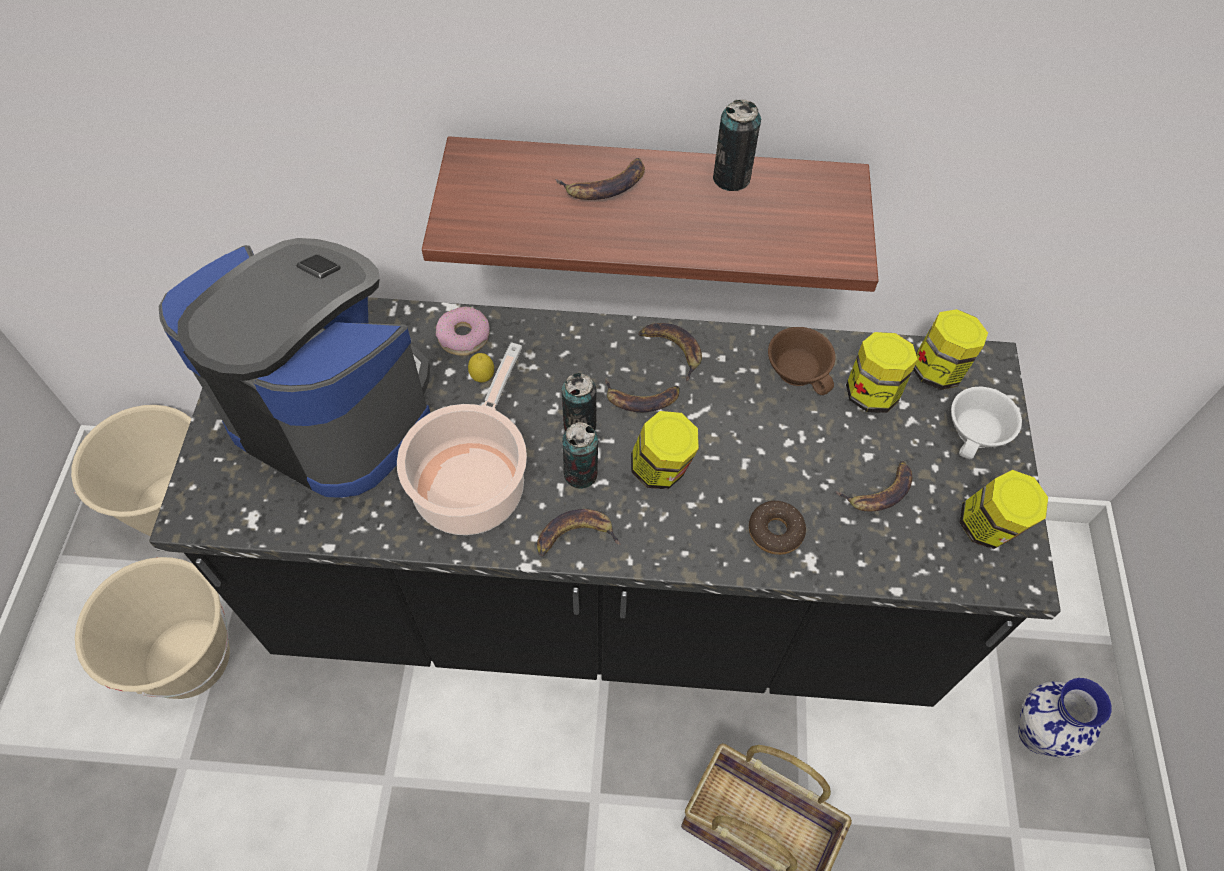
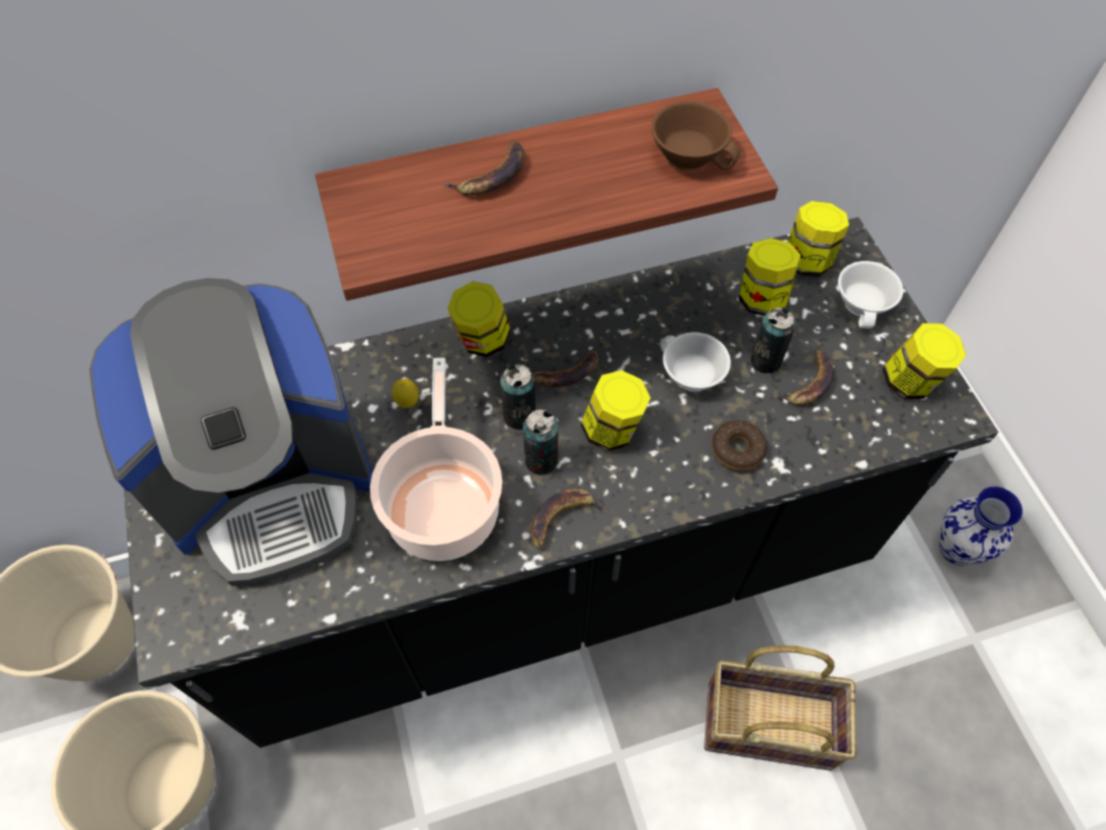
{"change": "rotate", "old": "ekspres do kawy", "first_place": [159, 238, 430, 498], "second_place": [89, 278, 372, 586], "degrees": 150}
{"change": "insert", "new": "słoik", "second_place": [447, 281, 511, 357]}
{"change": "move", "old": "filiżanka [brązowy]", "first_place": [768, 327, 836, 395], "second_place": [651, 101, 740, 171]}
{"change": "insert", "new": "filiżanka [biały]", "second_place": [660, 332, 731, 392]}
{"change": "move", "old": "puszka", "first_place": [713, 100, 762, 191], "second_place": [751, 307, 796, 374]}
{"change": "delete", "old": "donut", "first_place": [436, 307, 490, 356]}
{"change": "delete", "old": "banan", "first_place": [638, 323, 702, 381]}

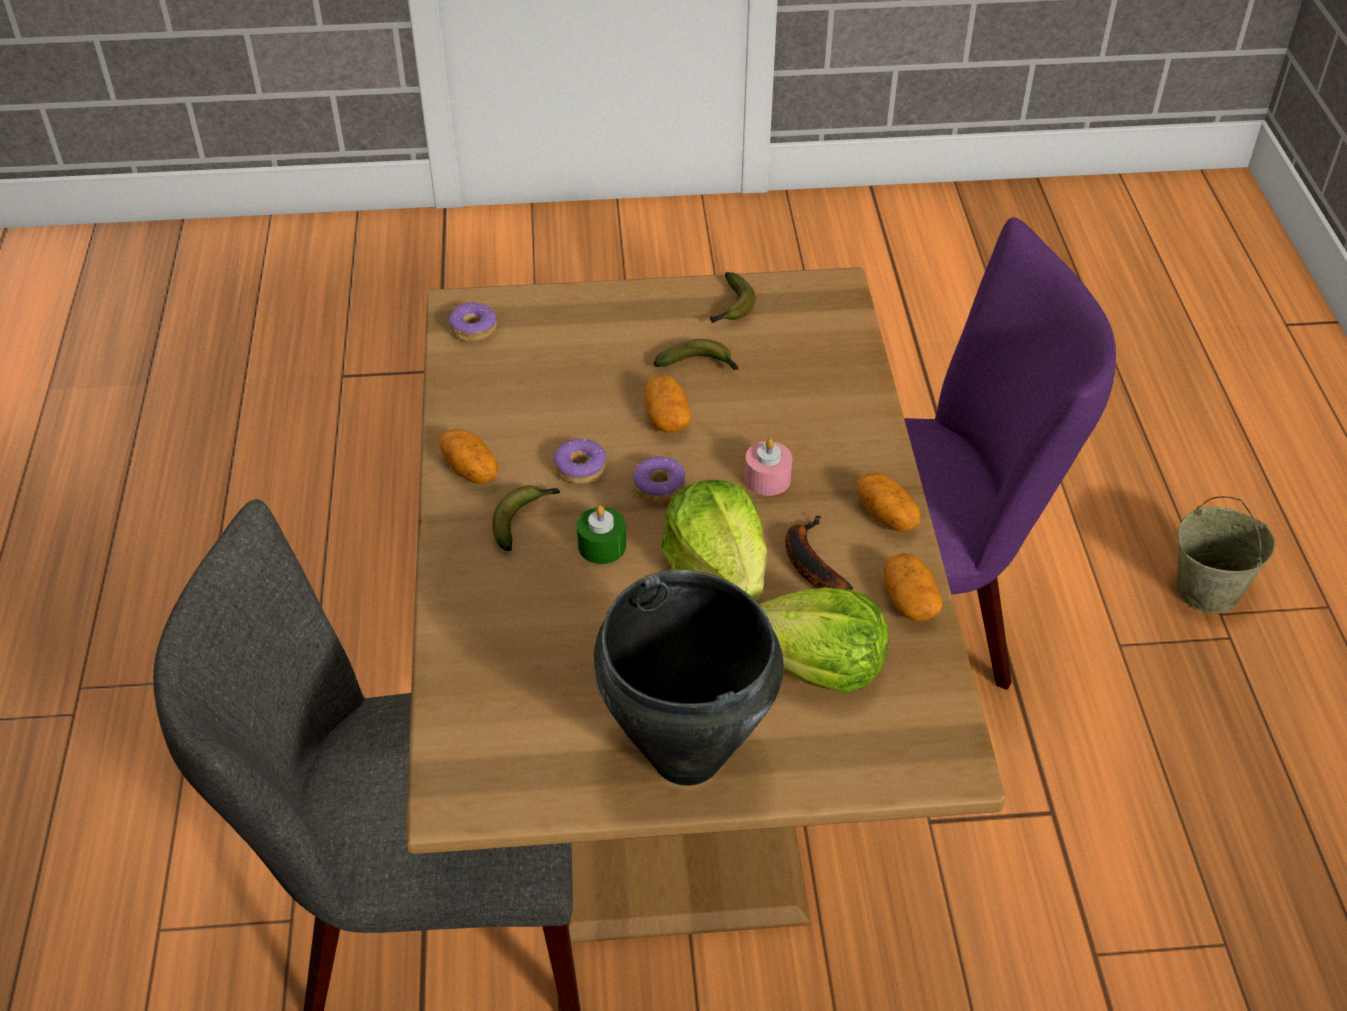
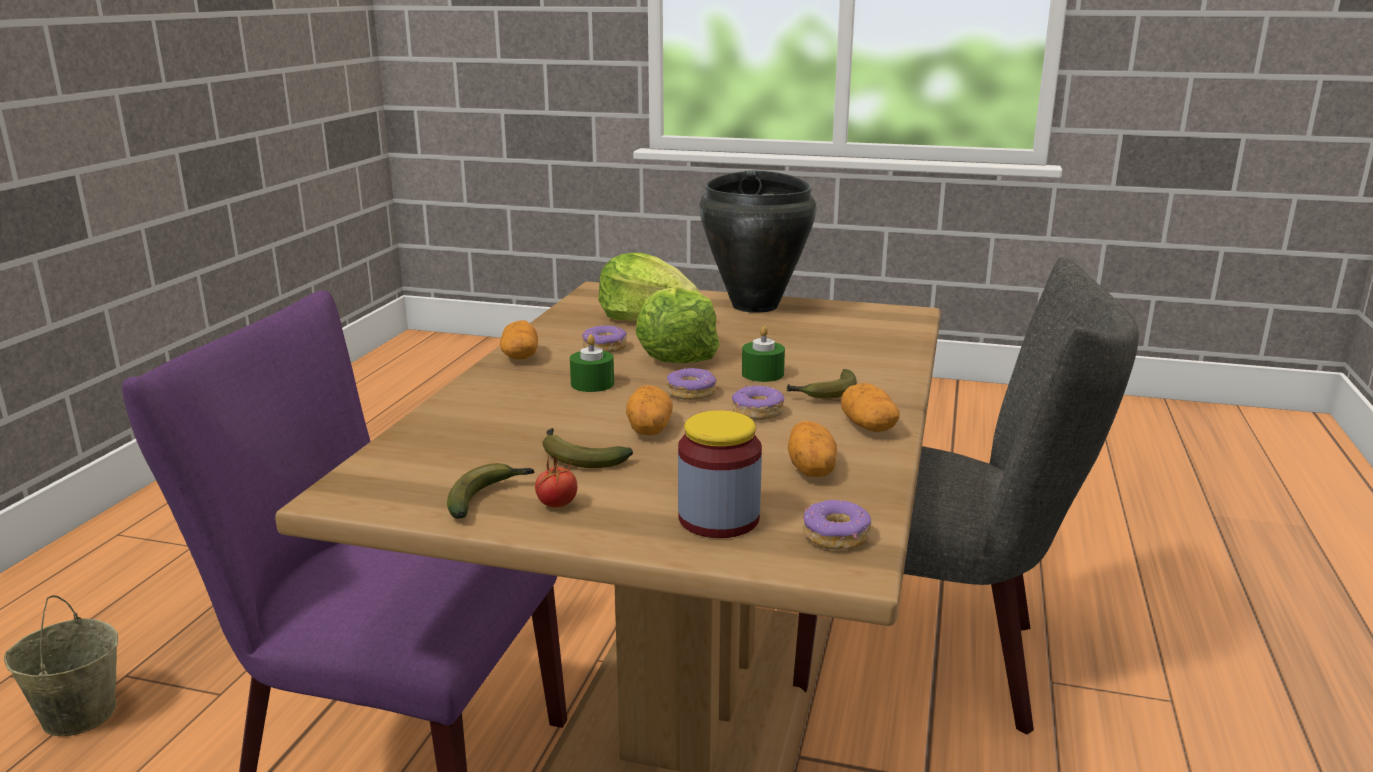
{"change": "insert", "new": "pomidor", "second_place": [535, 454, 577, 507]}
{"change": "recolor", "old": "świeca [różowy]", "new": "świeca [zielony]", "first_place": [745, 438, 792, 496], "second_place": [570, 334, 614, 392]}
{"change": "replace", "old": "banan", "new": "donut", "first_place": [785, 515, 853, 590], "second_place": [582, 325, 627, 352]}
{"change": "insert", "new": "słoik", "second_place": [678, 410, 762, 538]}
{"change": "move", "old": "ziemniak", "first_place": [884, 553, 942, 622], "second_place": [788, 421, 837, 477]}

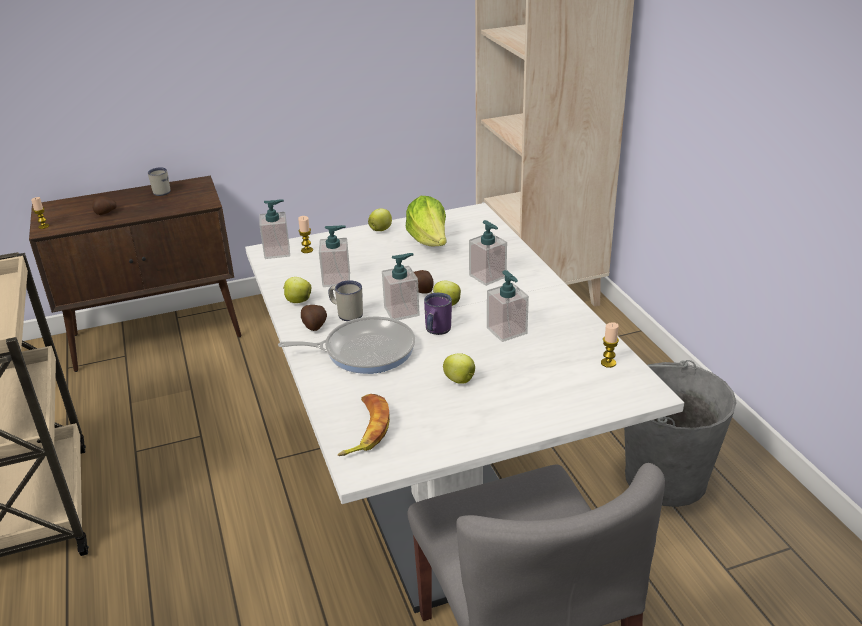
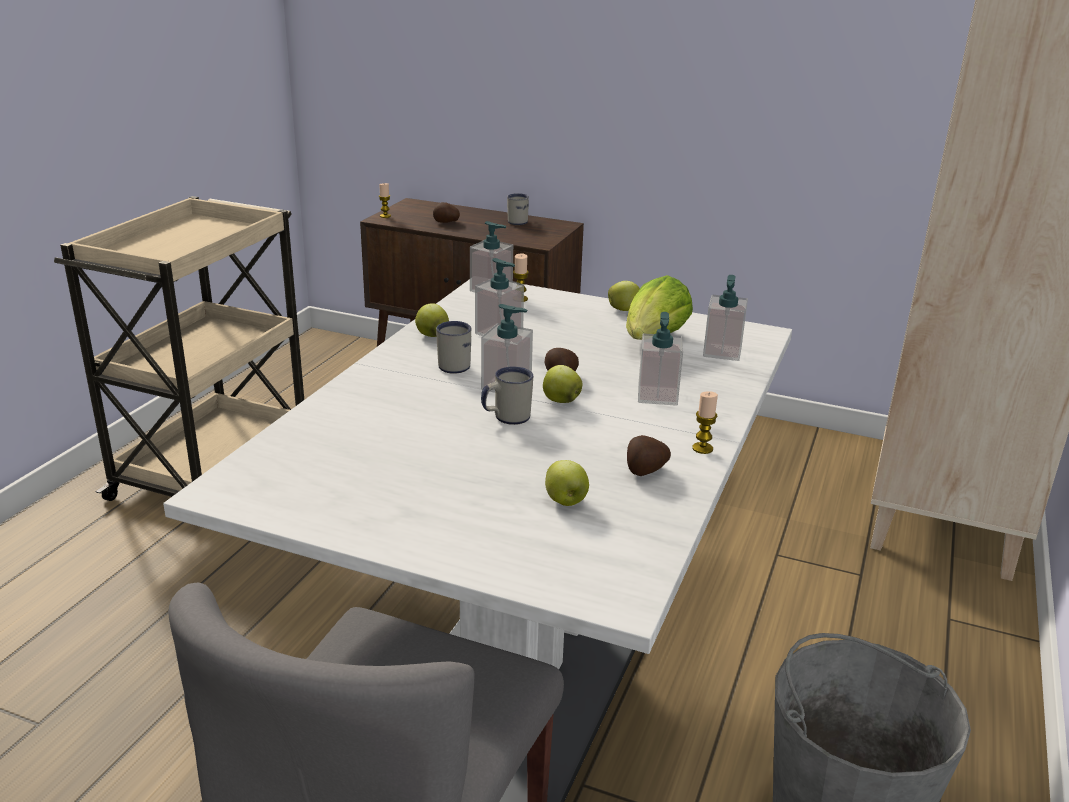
{"change": "recolor", "old": "kubek [fioletowy]", "new": "kubek [biały]", "first_place": [424, 293, 452, 335], "second_place": [481, 366, 533, 425]}
{"change": "move", "old": "jabłko", "first_place": [443, 353, 475, 384], "second_place": [545, 460, 589, 506]}
{"change": "move", "old": "ziemniak", "first_place": [301, 305, 327, 331], "second_place": [627, 435, 671, 476]}
{"change": "move", "old": "świeca", "first_place": [601, 322, 619, 368], "second_place": [692, 391, 718, 454]}
{"change": "move", "old": "dozownik mydła", "first_place": [487, 270, 529, 342], "second_place": [703, 275, 748, 361]}
{"change": "delete", "old": "patelnia", "first_place": [278, 316, 415, 374]}
{"change": "delete", "old": "banan", "first_place": [338, 394, 390, 456]}

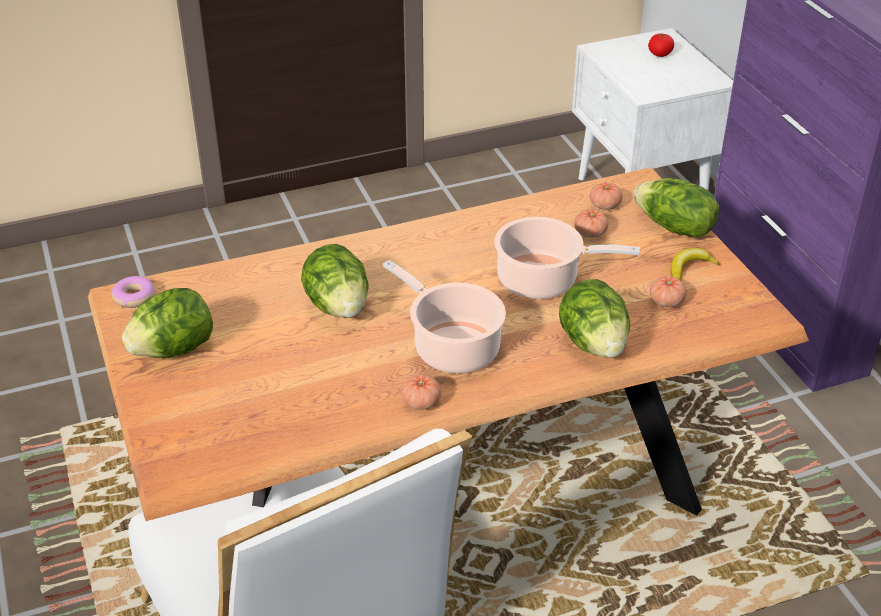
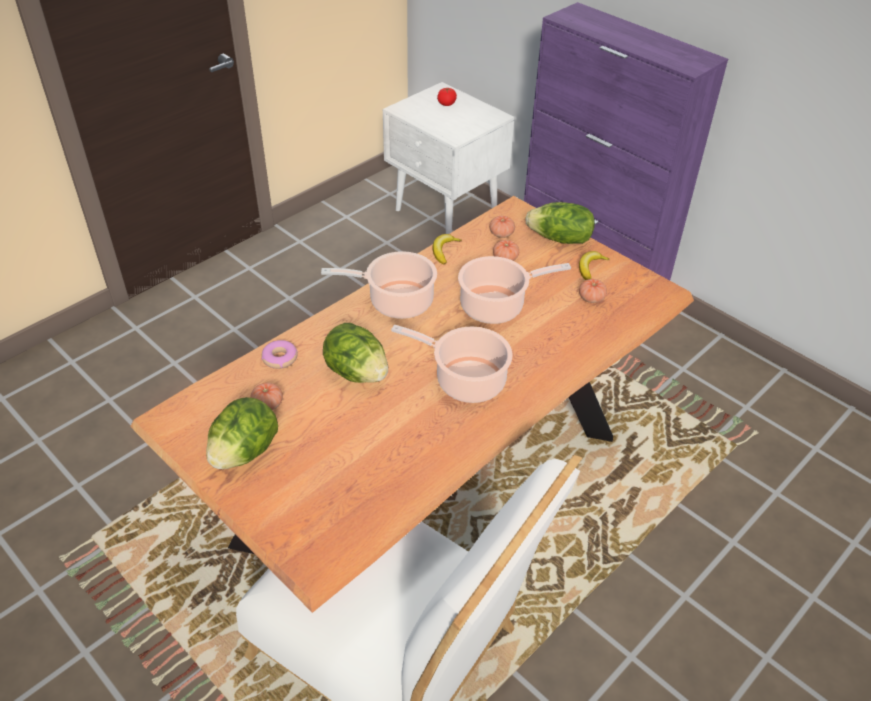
{"change": "move", "old": "pomidor", "first_place": [401, 374, 441, 410], "second_place": [250, 383, 283, 410]}
{"change": "move", "old": "donut", "first_place": [112, 276, 155, 308], "second_place": [262, 340, 298, 369]}
{"change": "insert", "new": "garnek", "second_place": [321, 251, 437, 319]}
{"change": "insert", "new": "banan", "second_place": [432, 234, 462, 265]}
{"change": "delete", "old": "sałata", "first_place": [559, 279, 630, 358]}

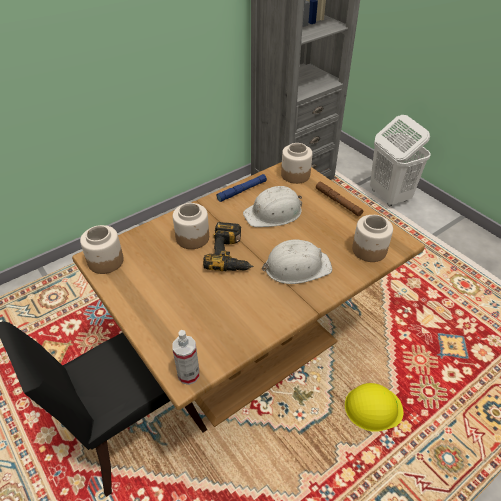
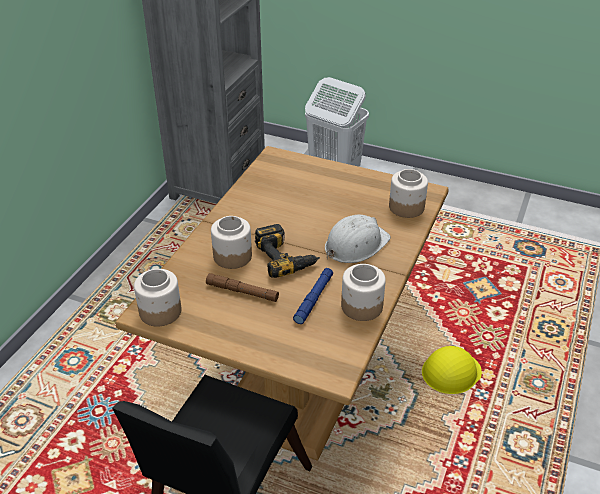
{"change": "move", "old": "latarka [brązowy]", "first_place": [316, 181, 363, 217], "second_place": [206, 273, 279, 302]}
{"change": "move", "old": "latarka [niebieski]", "first_place": [217, 174, 267, 202], "second_place": [293, 268, 333, 324]}
{"change": "move", "old": "słoik", "first_place": [281, 143, 313, 184], "second_place": [341, 264, 386, 321]}
{"change": "delete", "old": "spryskiwacz", "first_place": [172, 330, 199, 385]}
{"change": "delete", "old": "kask [biały]", "first_place": [243, 186, 302, 227]}

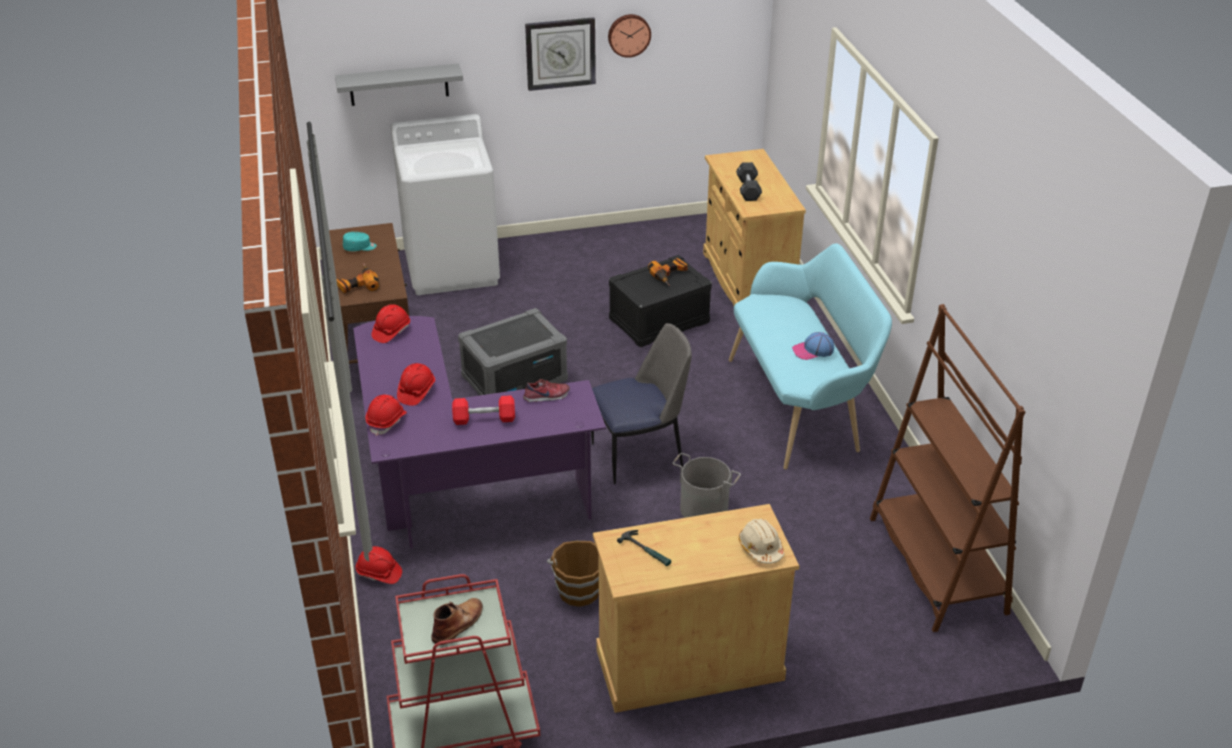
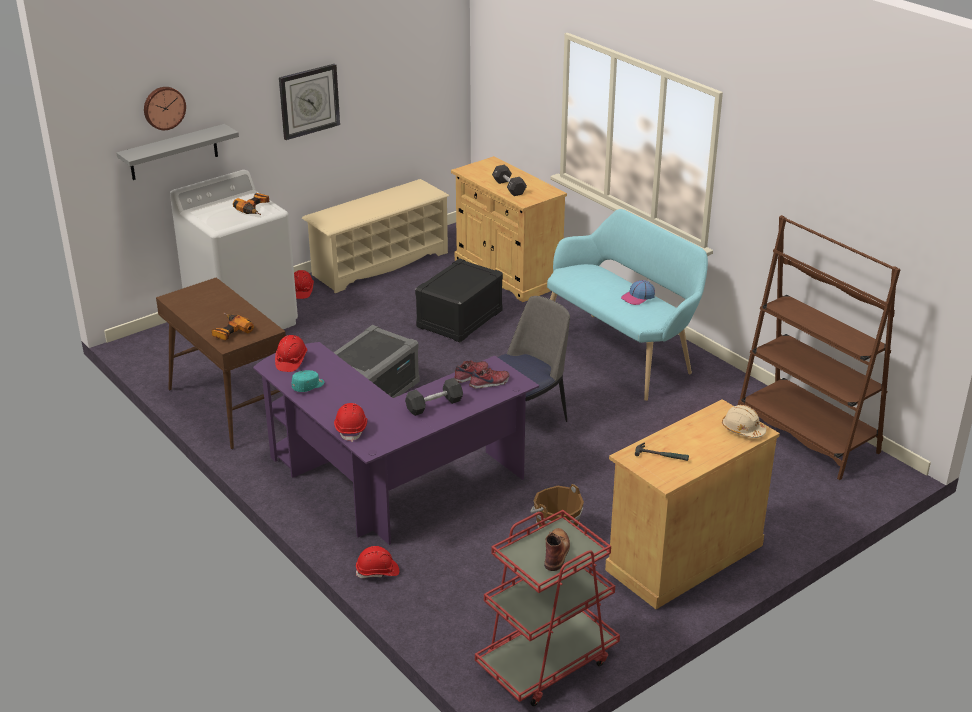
{"change": "move", "old": "zegar ścienny", "first_place": [608, 14, 651, 58], "second_place": [144, 87, 186, 130]}
{"change": "move", "old": "wiertarka", "first_place": [648, 258, 688, 286], "second_place": [233, 193, 269, 215]}
{"change": "move", "old": "czapka z daszkiem [turkusowy]", "first_place": [343, 232, 377, 251], "second_place": [292, 370, 324, 392]}
{"change": "move", "old": "kask [czerwony]", "first_place": [397, 363, 435, 406], "second_place": [294, 270, 314, 299]}
{"change": "insert", "new": "regał na buty [beżowy]", "second_place": [302, 179, 450, 293]}
{"change": "recolor", "old": "hantel [czerwony]", "new": "hantel [czarny]", "first_place": [452, 395, 515, 425], "second_place": [405, 378, 463, 416]}
{"change": "insert", "new": "but", "second_place": [469, 368, 509, 389]}
{"change": "delete", "old": "wiadro [szary]", "first_place": [672, 453, 741, 518]}

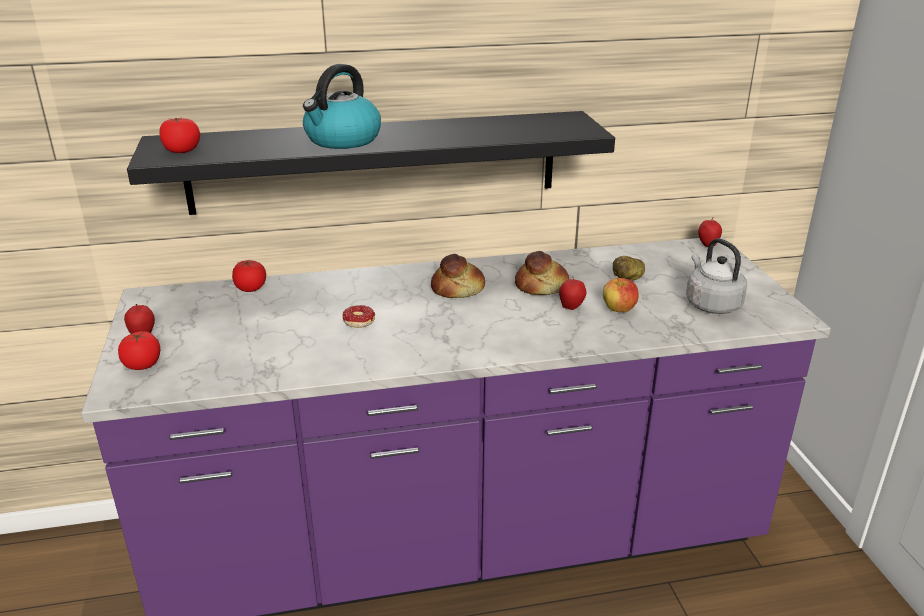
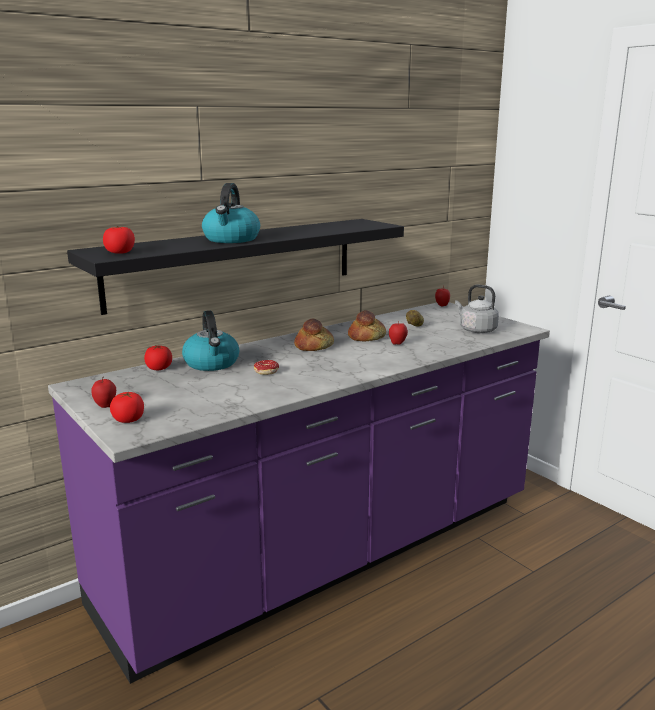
{"change": "insert", "new": "czajnik", "second_place": [182, 311, 239, 371]}
{"change": "delete", "old": "jabłko", "first_place": [603, 278, 639, 312]}

